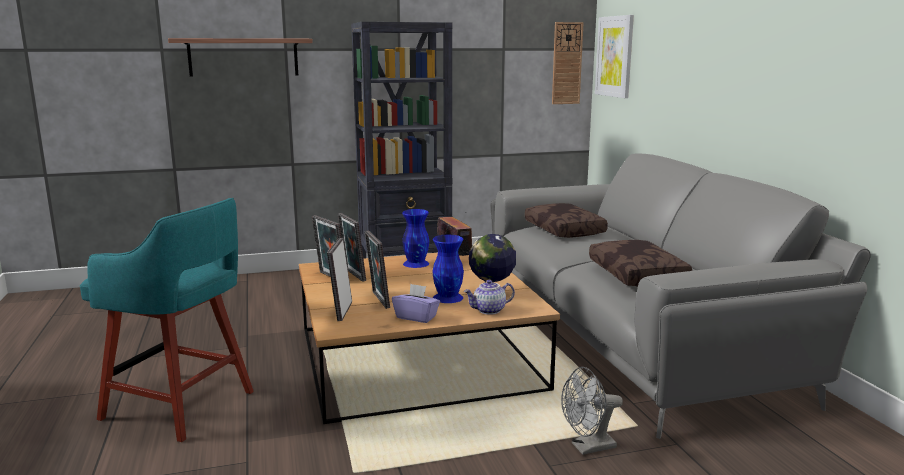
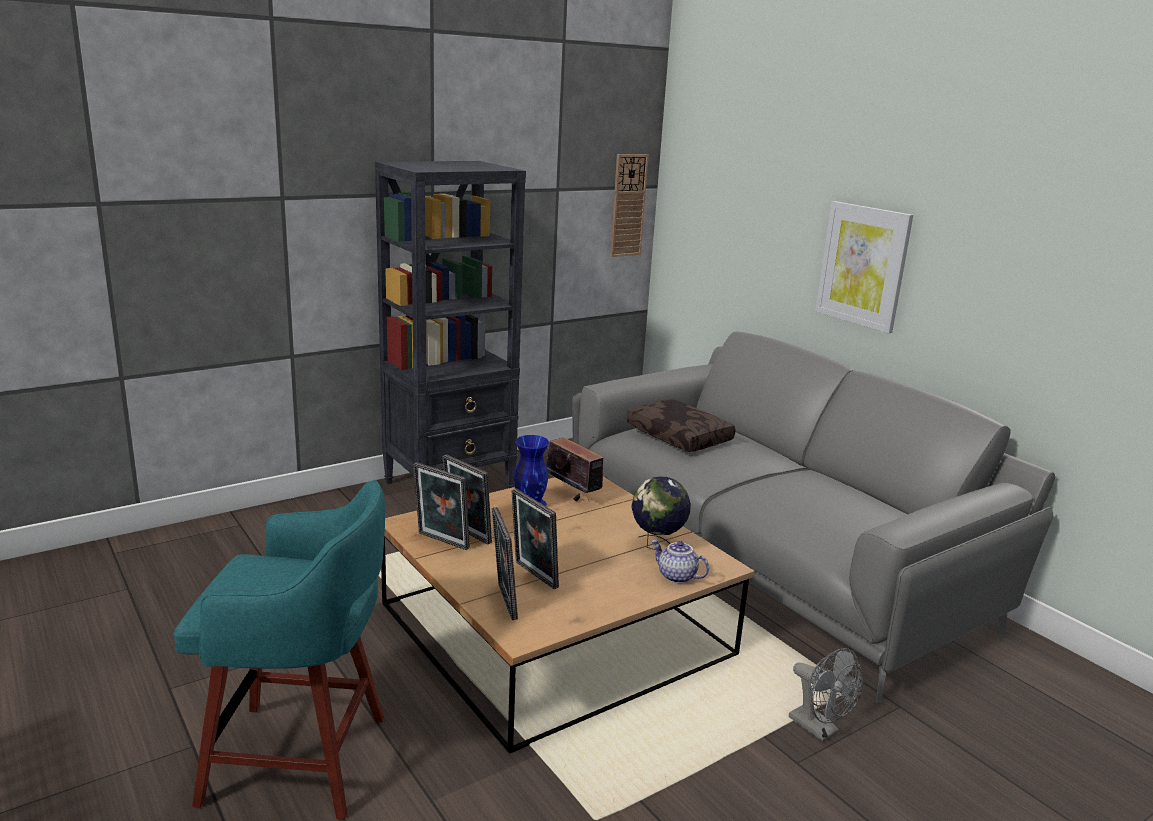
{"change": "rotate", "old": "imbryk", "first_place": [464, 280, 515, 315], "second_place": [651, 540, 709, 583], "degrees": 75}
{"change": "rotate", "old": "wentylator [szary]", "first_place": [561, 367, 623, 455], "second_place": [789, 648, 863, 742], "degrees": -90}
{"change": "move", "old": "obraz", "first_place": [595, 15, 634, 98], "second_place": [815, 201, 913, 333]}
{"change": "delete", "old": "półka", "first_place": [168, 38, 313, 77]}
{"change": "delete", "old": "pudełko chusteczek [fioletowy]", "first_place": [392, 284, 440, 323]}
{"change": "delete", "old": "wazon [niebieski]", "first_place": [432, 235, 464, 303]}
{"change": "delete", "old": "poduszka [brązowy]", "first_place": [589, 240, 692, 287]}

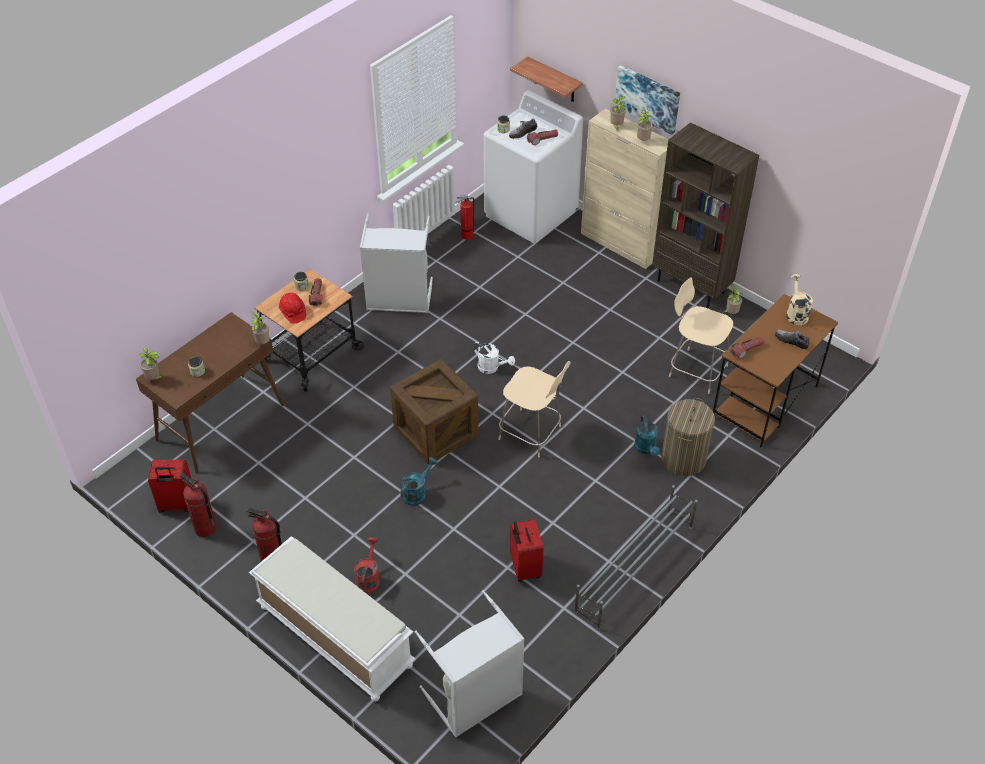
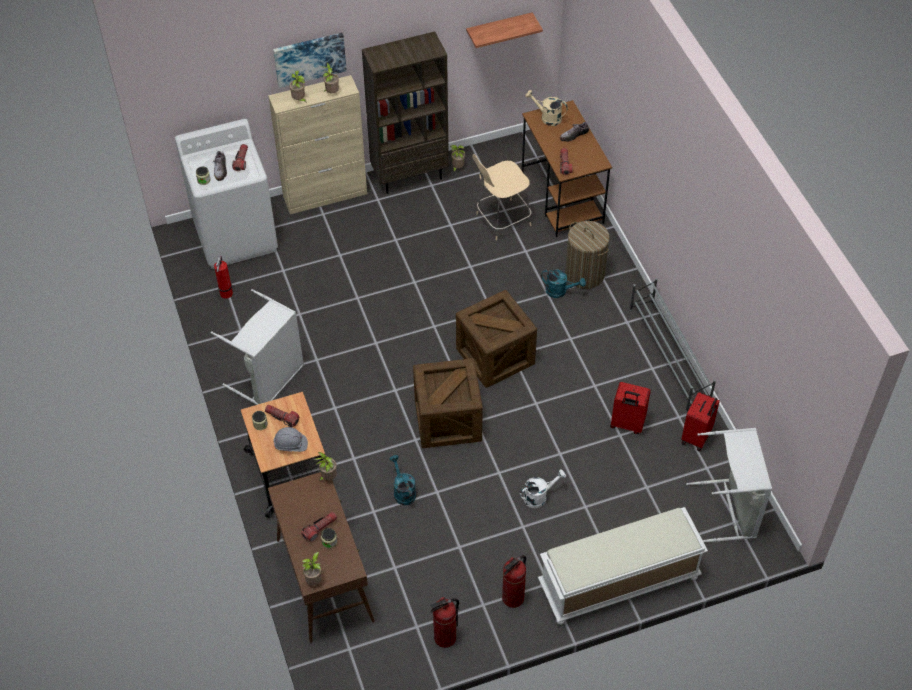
{"change": "recolor", "old": "kask [czerwony]", "new": "kask [szary]", "first_place": [279, 293, 306, 324], "second_place": [274, 427, 308, 452]}
{"change": "insert", "new": "latarka", "second_place": [301, 512, 337, 542]}
{"change": "move", "old": "konewka [turkusowy]", "first_place": [400, 457, 438, 506], "second_place": [390, 455, 416, 505]}
{"change": "replace", "old": "krzesło [beżowy]", "new": "skrzynka", "first_place": [498, 361, 571, 457], "second_place": [456, 290, 537, 388]}
{"change": "move", "old": "półka", "first_place": [510, 56, 583, 102], "second_place": [466, 12, 543, 48]}
{"change": "move", "old": "konewka [biały]", "first_place": [474, 341, 515, 374], "second_place": [520, 470, 566, 508]}
{"change": "move", "old": "walizka [czerwony]", "first_place": [148, 460, 192, 513], "second_place": [681, 392, 720, 451]}
{"change": "delete", "old": "konewka [czerwony]", "first_place": [354, 537, 380, 594]}

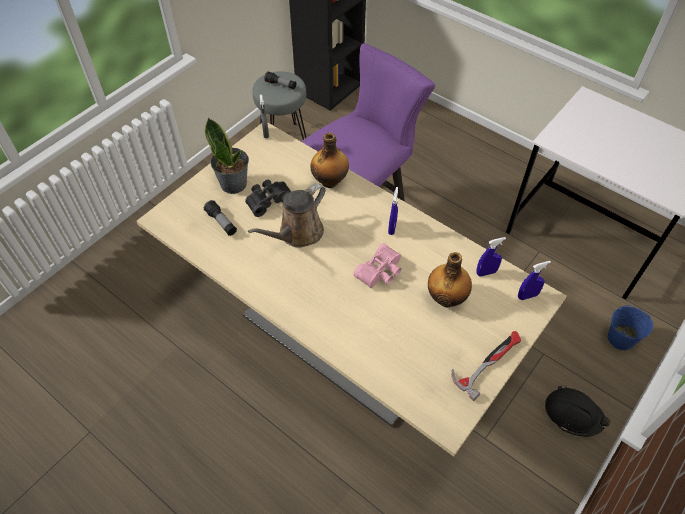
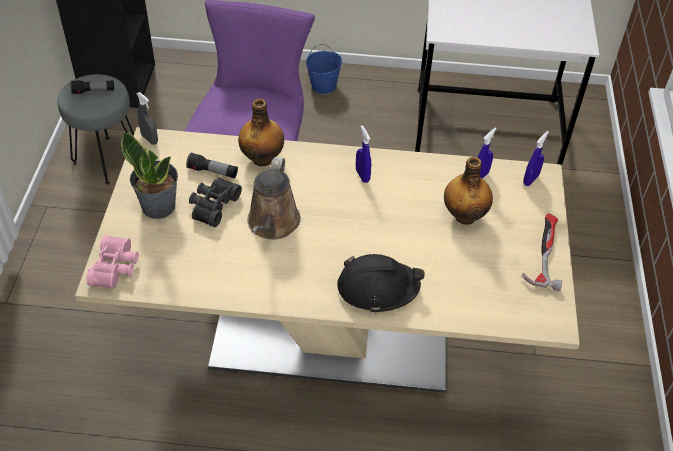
{"change": "move", "old": "lornetka [różowy]", "first_place": [353, 243, 402, 288], "second_place": [86, 235, 139, 289]}
{"change": "move", "old": "latarka", "first_place": [204, 200, 237, 236], "second_place": [186, 152, 238, 178]}
{"change": "move", "old": "wiadro [niebieski]", "first_place": [608, 305, 653, 350], "second_place": [306, 44, 342, 94]}
{"change": "move", "old": "kask [czarny]", "first_place": [545, 385, 611, 437], "second_place": [337, 254, 425, 313]}

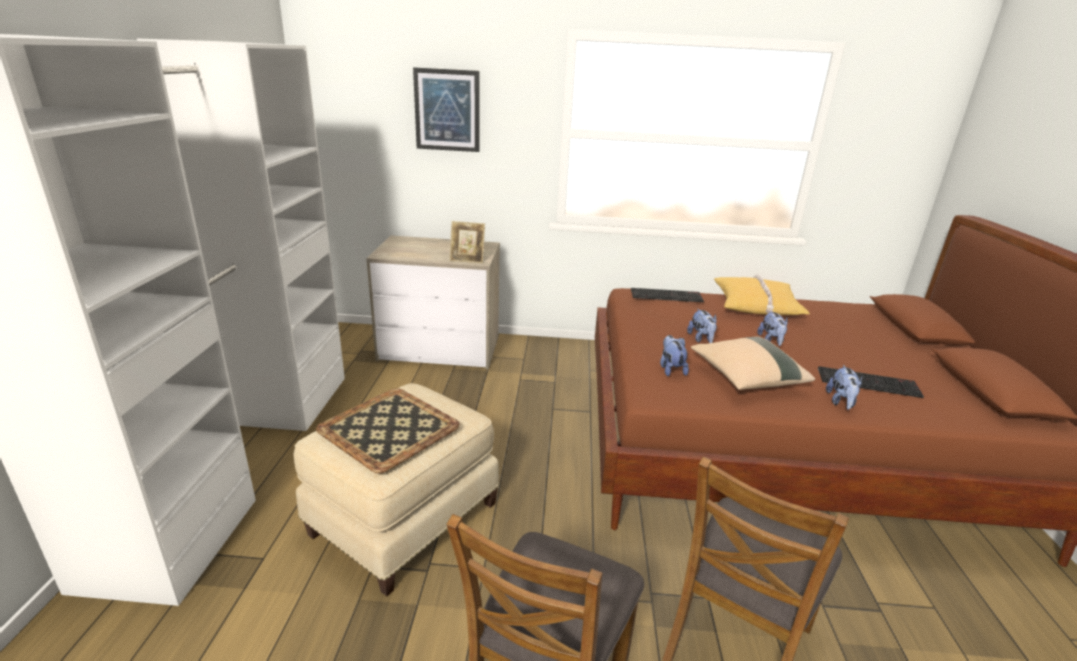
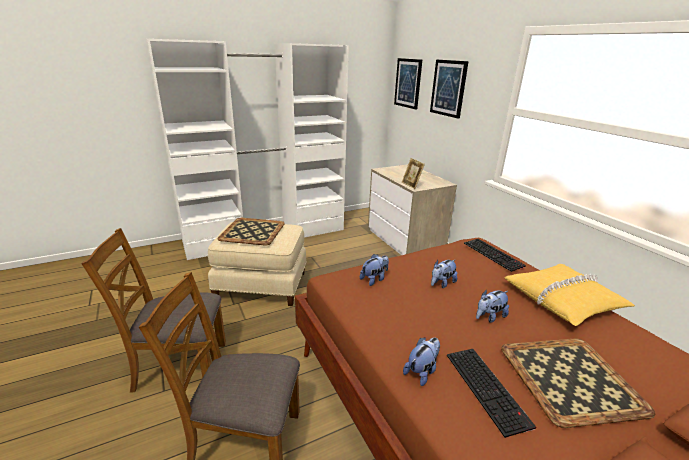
{"change": "insert", "new": "obraz", "second_place": [394, 58, 422, 109]}
{"change": "rotate", "old": "pluszak", "first_place": [826, 365, 862, 410], "second_place": [403, 337, 440, 386], "degrees": 150}
{"change": "insert", "new": "taca", "second_place": [501, 339, 655, 428]}
{"change": "delete", "old": "poduszka [beżowy]", "first_place": [691, 336, 815, 390]}

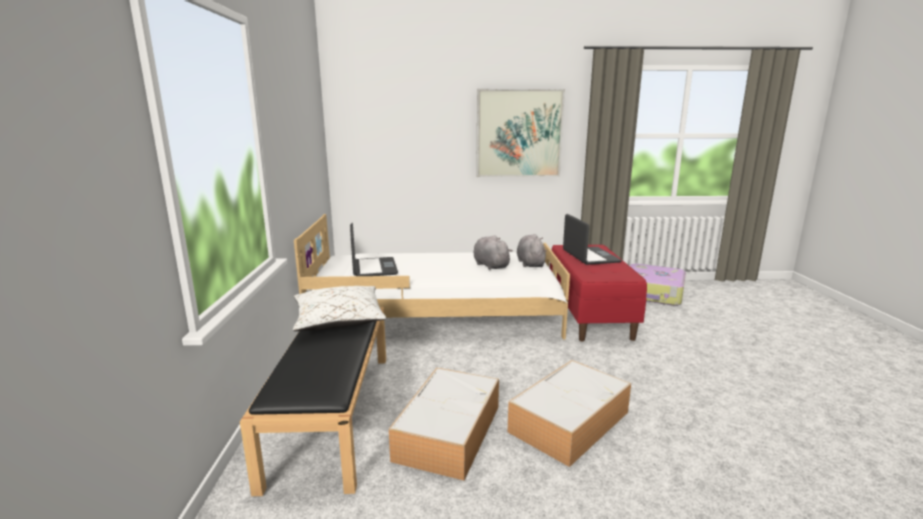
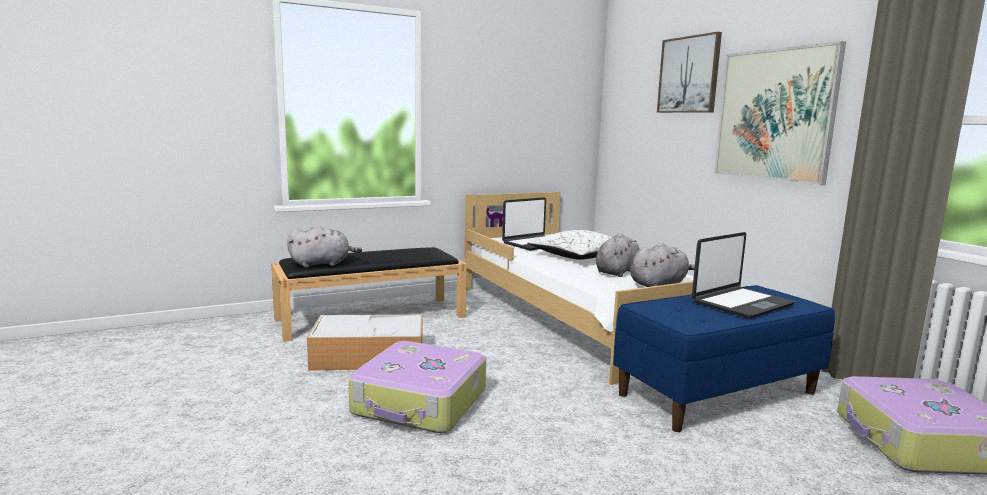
{"change": "insert", "new": "pluszak [szary]", "second_place": [287, 226, 362, 268]}
{"change": "replace", "old": "pojemnik do przechowywania", "new": "walizka", "first_place": [508, 360, 631, 467], "second_place": [348, 341, 486, 433]}
{"change": "move", "old": "poduszka [biały]", "first_place": [293, 286, 386, 331], "second_place": [527, 230, 612, 260]}
{"change": "recolor", "old": "ławka [czerwony]", "new": "ławka [niebieski]", "first_place": [550, 245, 647, 342], "second_place": [613, 285, 835, 432]}
{"change": "insert", "new": "obraz", "second_place": [657, 32, 722, 113]}

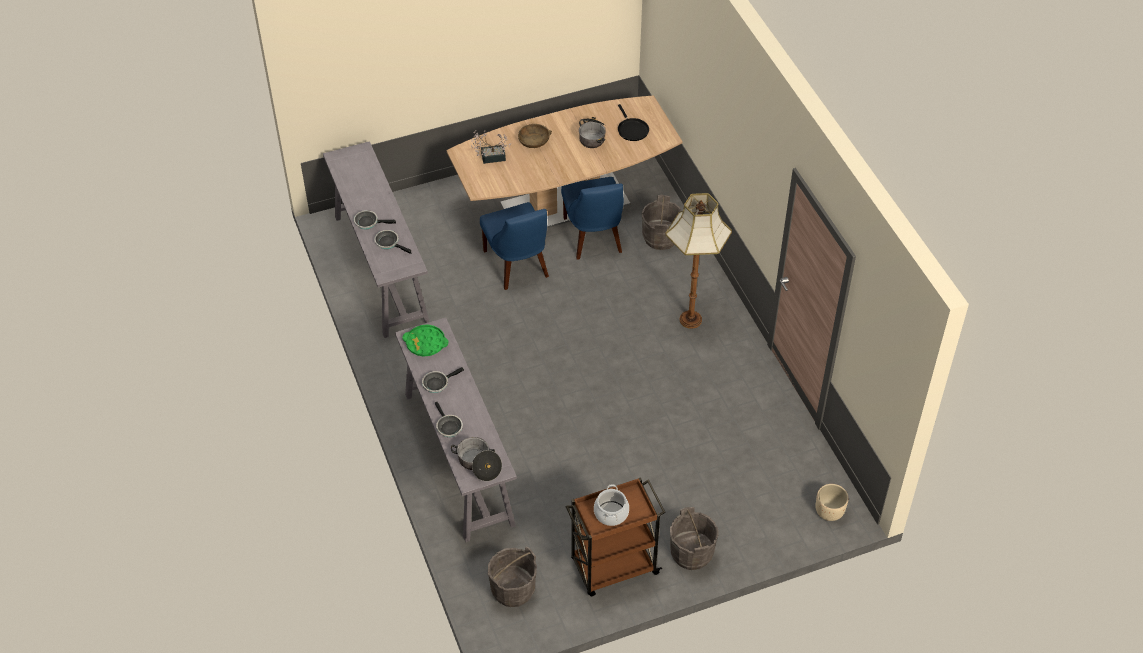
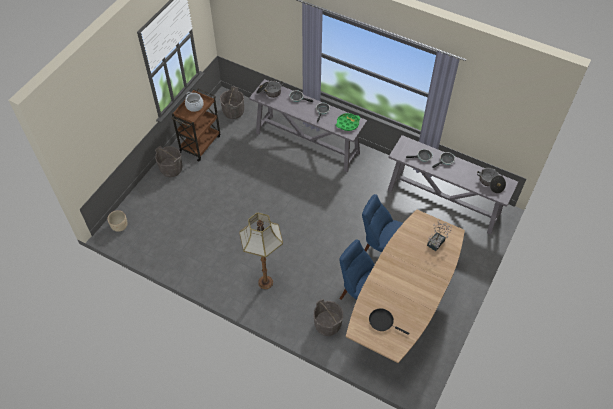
{"change": "move", "old": "garnek", "first_place": [579, 117, 606, 148], "second_place": [477, 168, 506, 193]}
{"change": "delete", "old": "miska [brązowy]", "first_place": [518, 124, 552, 148]}

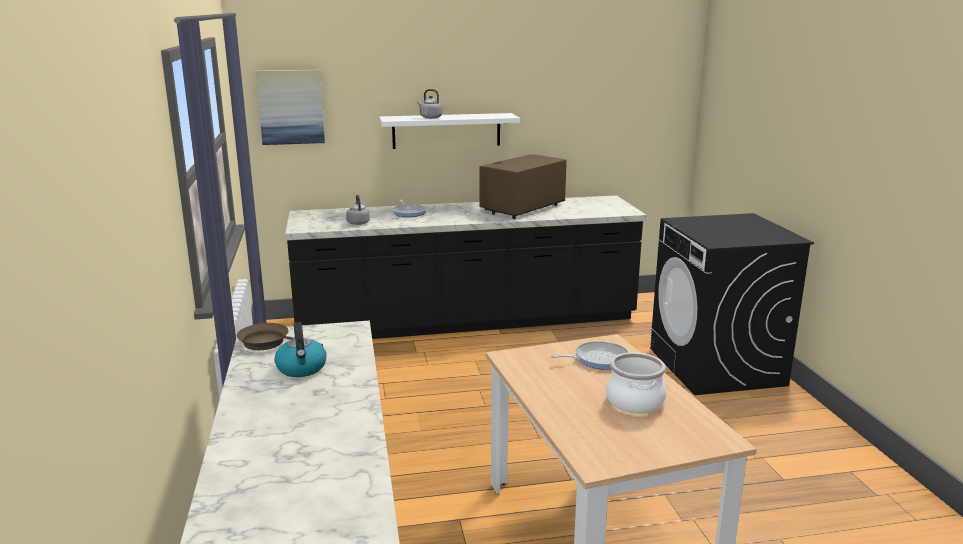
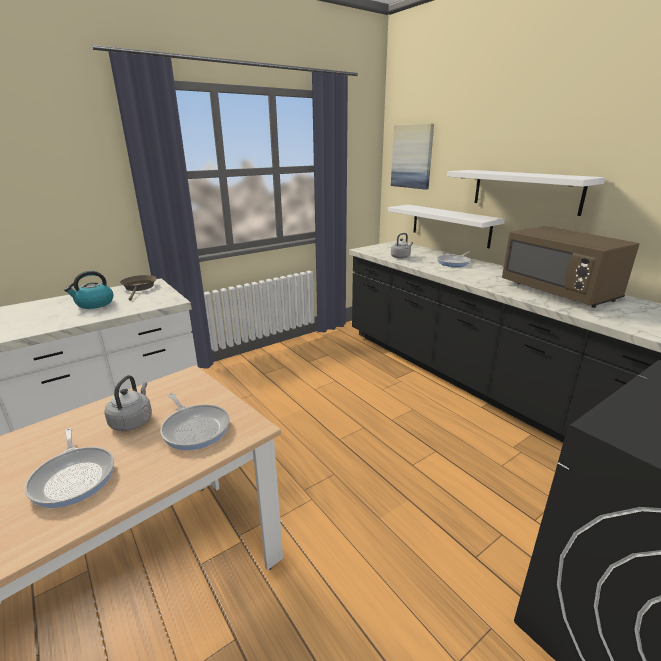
{"change": "replace", "old": "garnek", "new": "patelnia", "first_place": [606, 353, 666, 414], "second_place": [25, 428, 114, 508]}
{"change": "move", "old": "czajnik [szary]", "first_place": [417, 89, 442, 119], "second_place": [104, 375, 152, 431]}
{"change": "insert", "new": "półka [biały]", "second_place": [388, 205, 505, 248]}
{"change": "rotate", "old": "mikrofalówka [brązowy]", "first_place": [480, 154, 567, 219], "second_place": [502, 226, 639, 308], "degrees": -135}

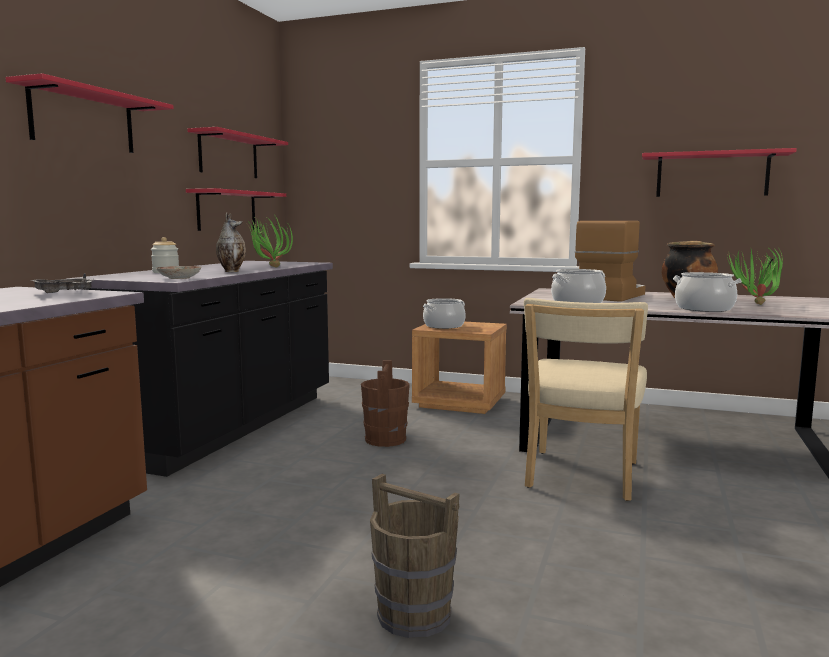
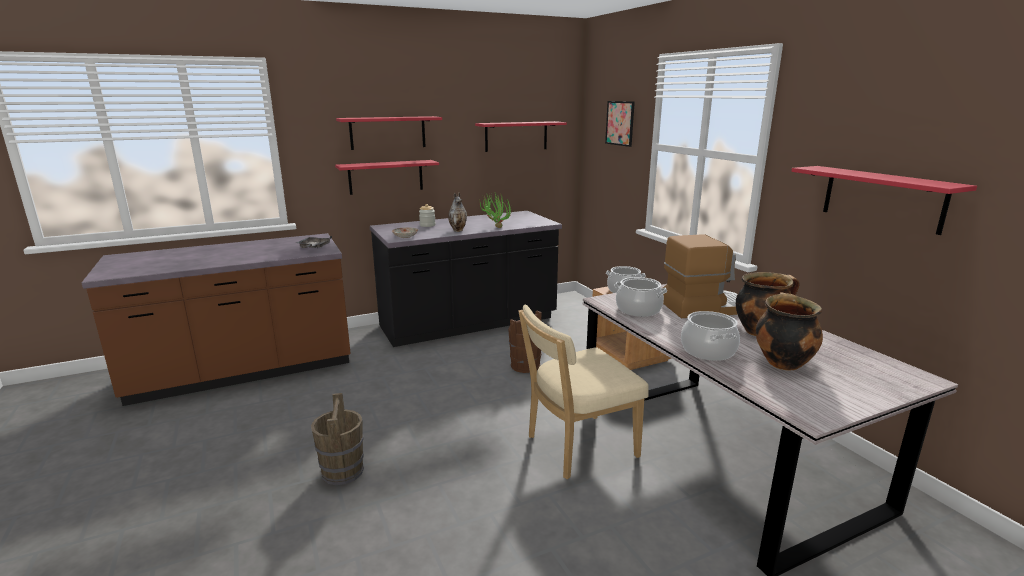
{"change": "move", "old": "półka [czerwony]", "first_place": [186, 188, 286, 231], "second_place": [335, 160, 439, 195]}
{"change": "insert", "new": "obraz", "second_place": [605, 101, 635, 147]}
{"change": "replace", "old": "roślina doniczkowa", "new": "garnek", "first_place": [727, 246, 783, 305], "second_place": [756, 292, 823, 371]}

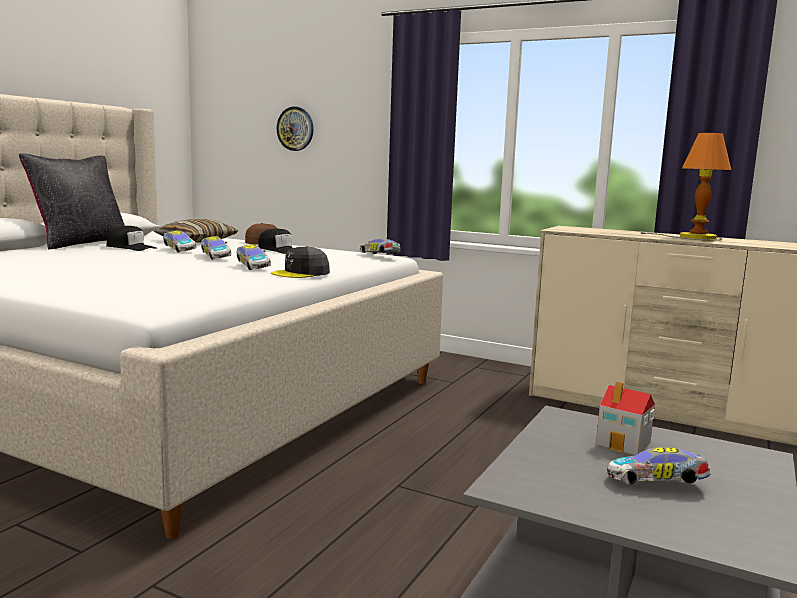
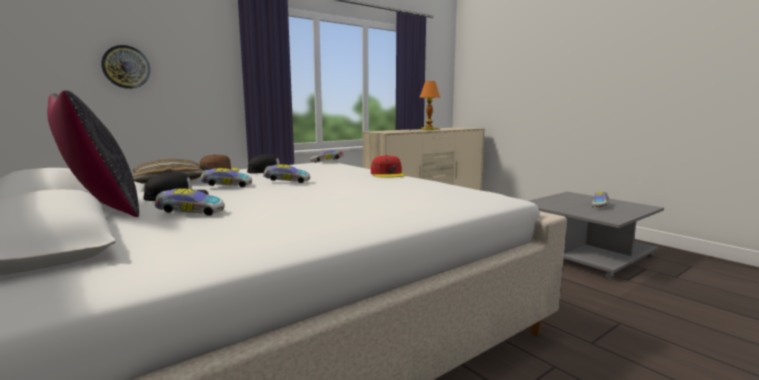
{"change": "move", "old": "samochodzik", "first_place": [237, 244, 271, 270], "second_place": [155, 188, 225, 216]}
{"change": "recolor", "old": "czapka z daszkiem [szary]", "new": "czapka z daszkiem [czerwony]", "first_place": [271, 246, 330, 278], "second_place": [371, 155, 405, 178]}
{"change": "delete", "old": "domek", "first_place": [596, 382, 655, 455]}

